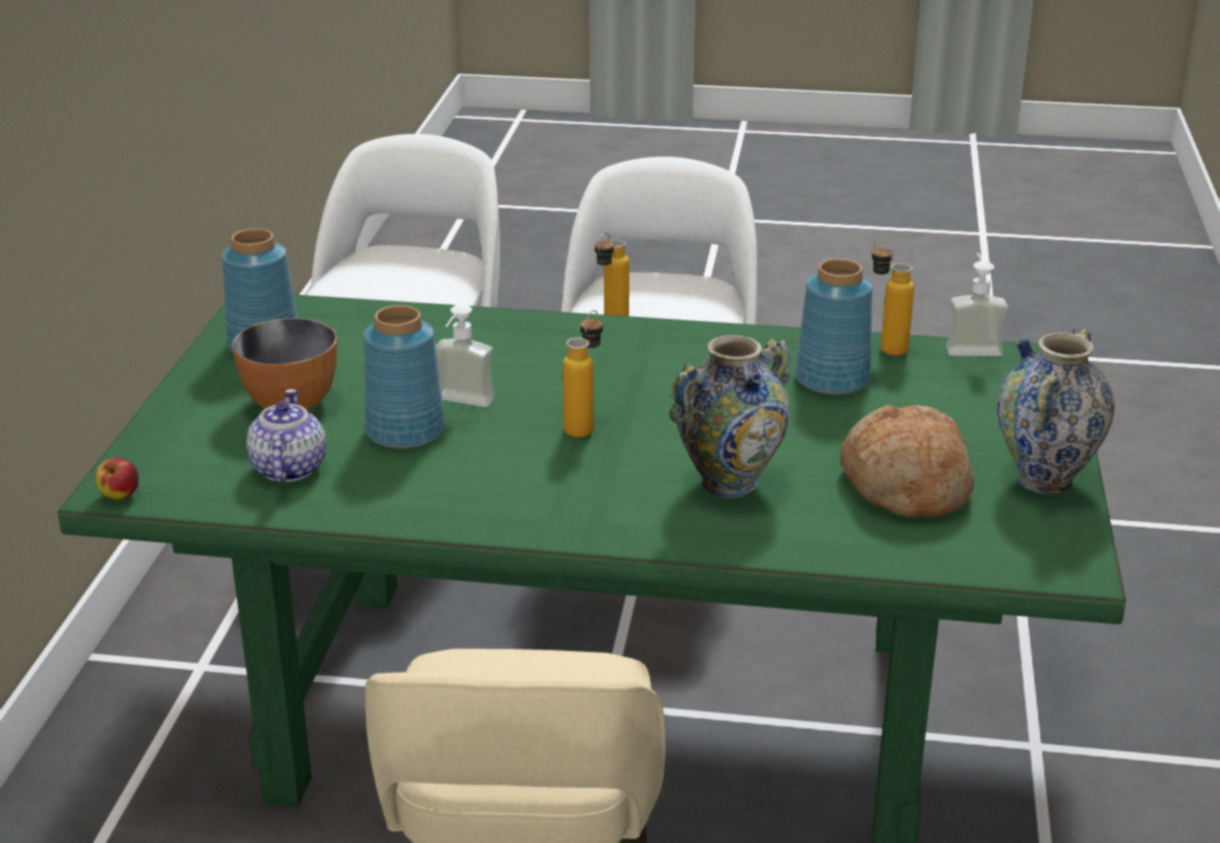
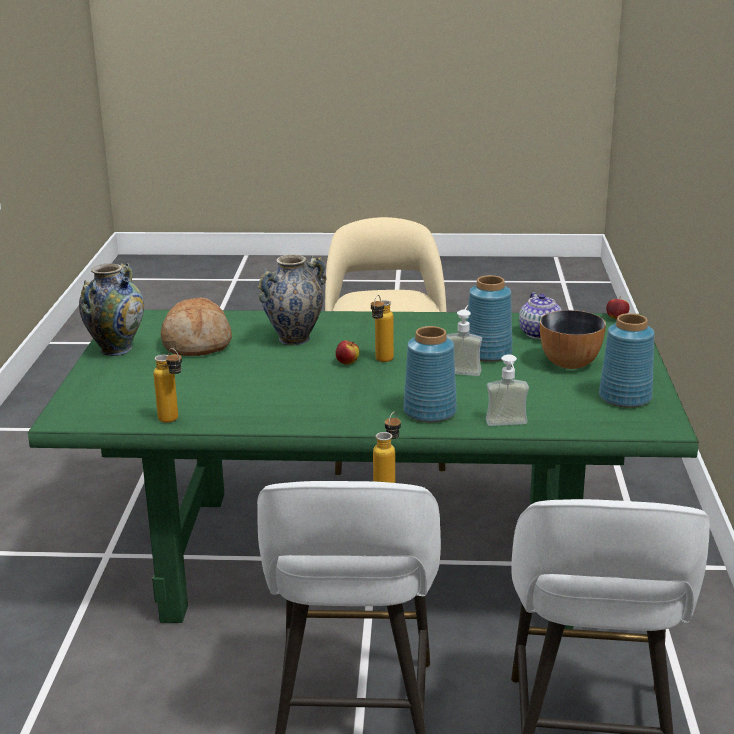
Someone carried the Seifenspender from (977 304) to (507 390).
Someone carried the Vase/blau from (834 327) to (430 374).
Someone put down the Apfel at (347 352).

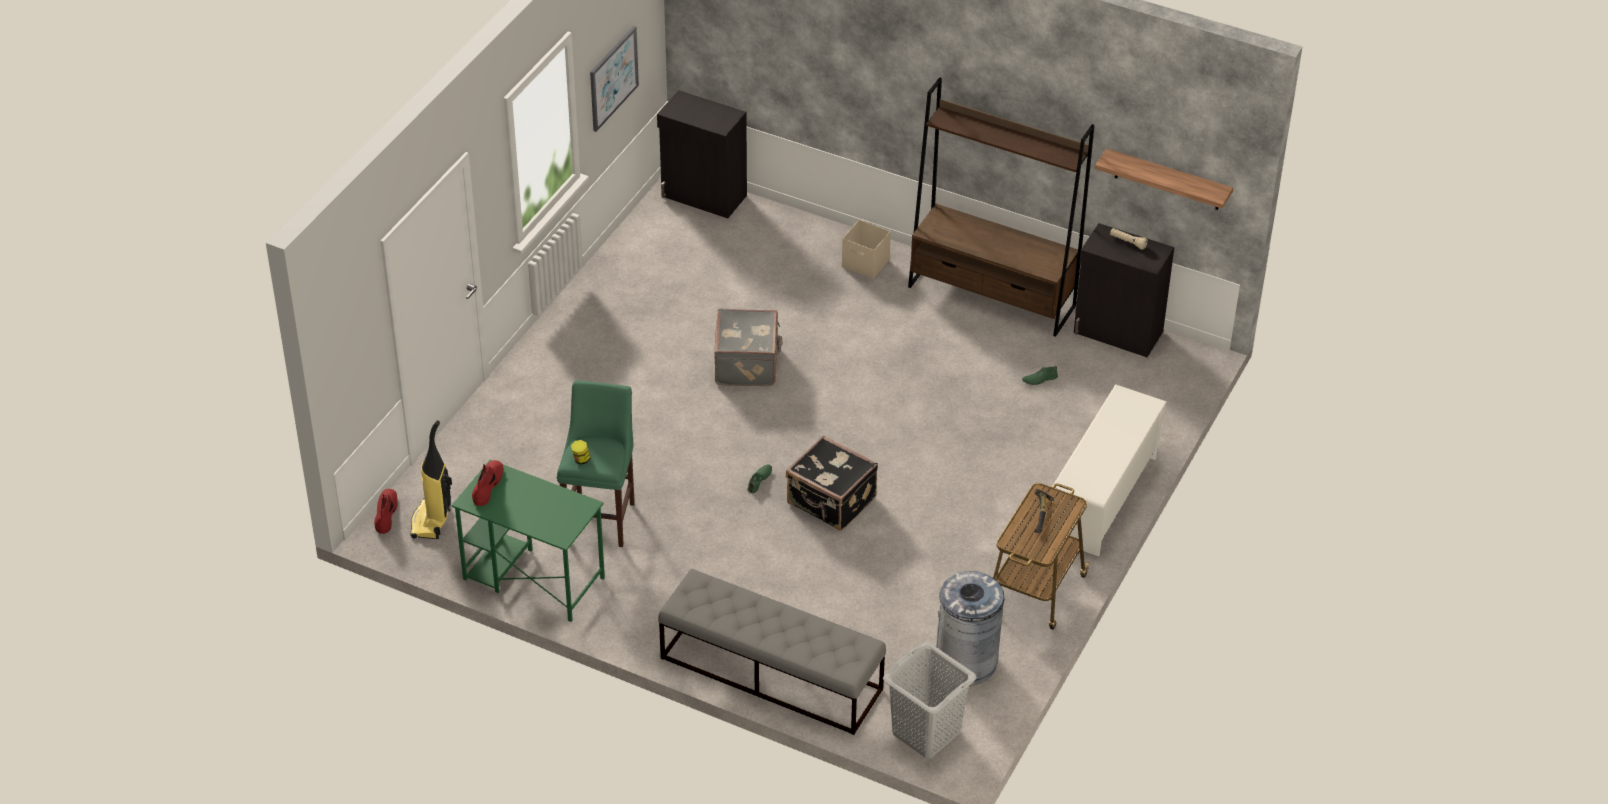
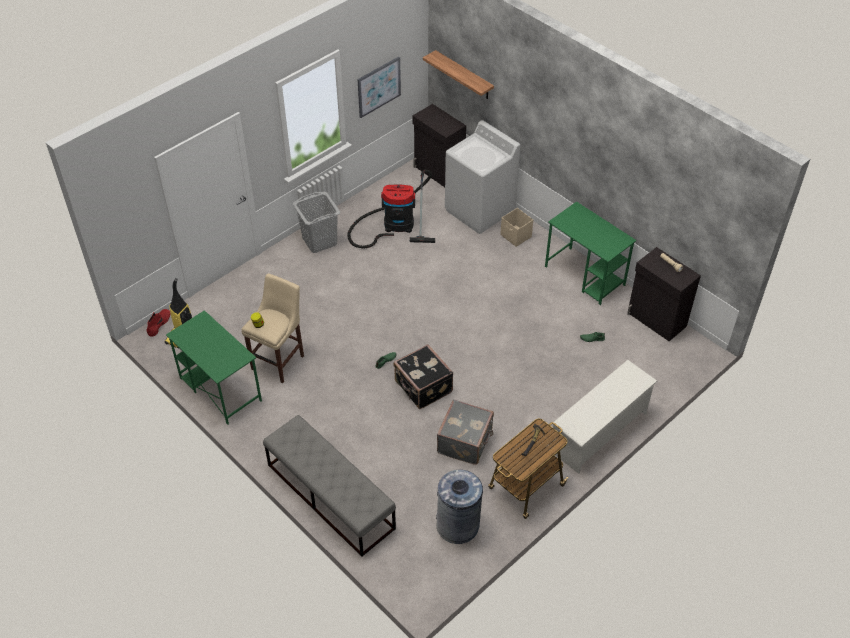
Someone swapped the Bücherregal/braun at (1001 207) for the Schreibtisch/grün at (590 253).
Someone carried the Wandregal from (1164 179) to (458 74).
Someone carried the Koffer/grau from (748 347) to (465 432).
Someone repainted the Hocker/grün at (596 463), which became the Hocker/beige at (273 328).
Someone took away the Stiefel/rot at (487 483).
Someone carried the Wäschekorb/grau from (930 700) to (316 222).
Someone put down the Waschmaschine/weiß at (482 177).
Someone put down the Staubsauger at (391 209).

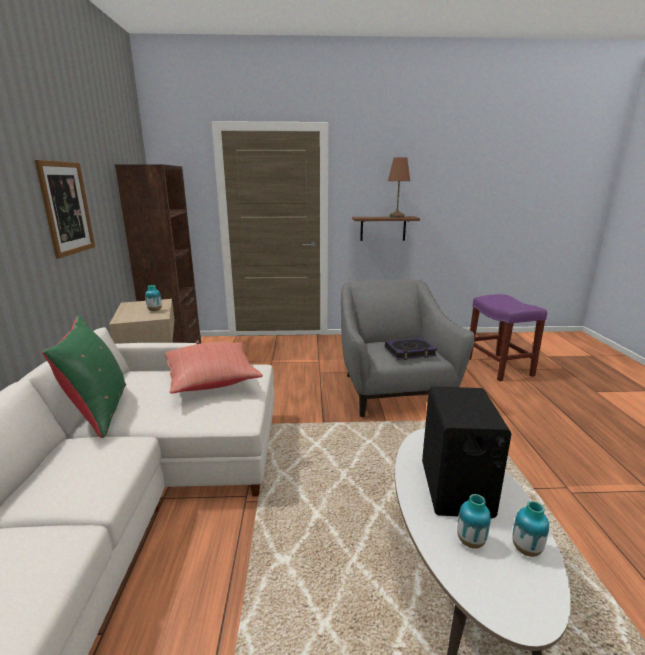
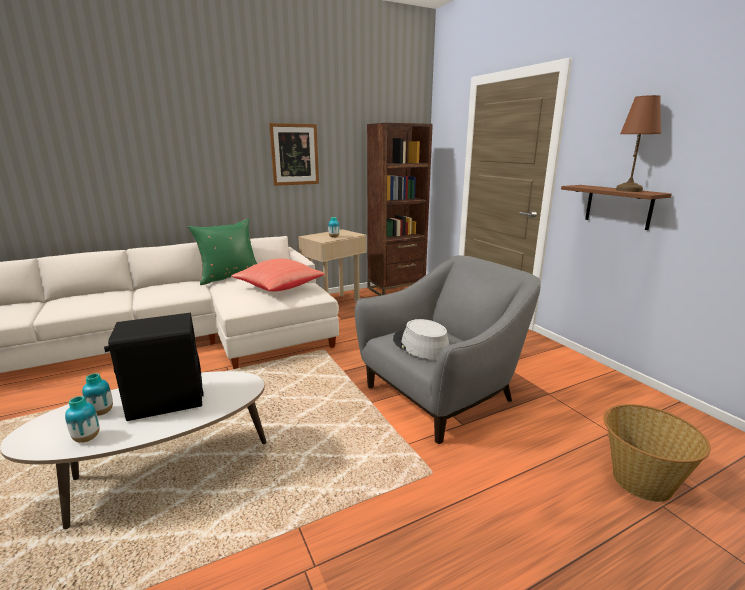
Someone swapped the Hocker/lila at (508 337) for the Korb at (657 453).
Someone swapped the Buch at (411 348) for the Hut/grau at (421 339).

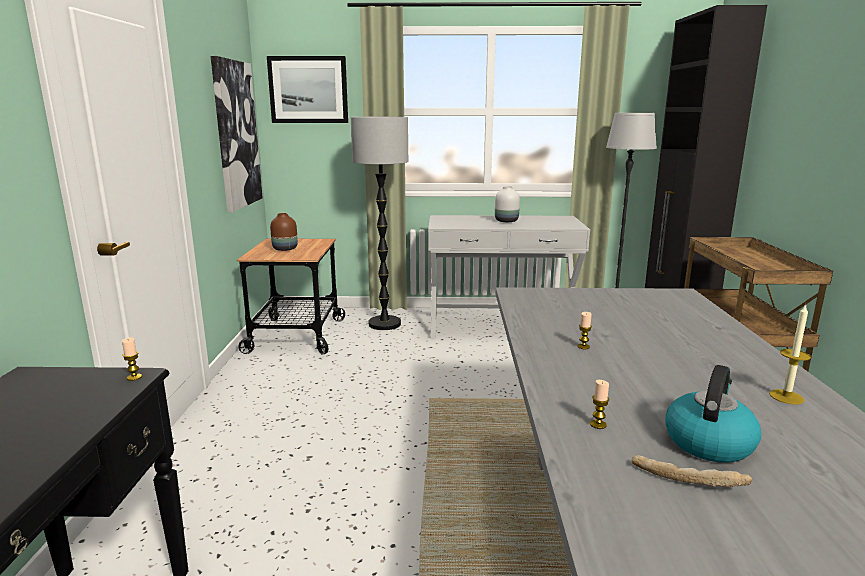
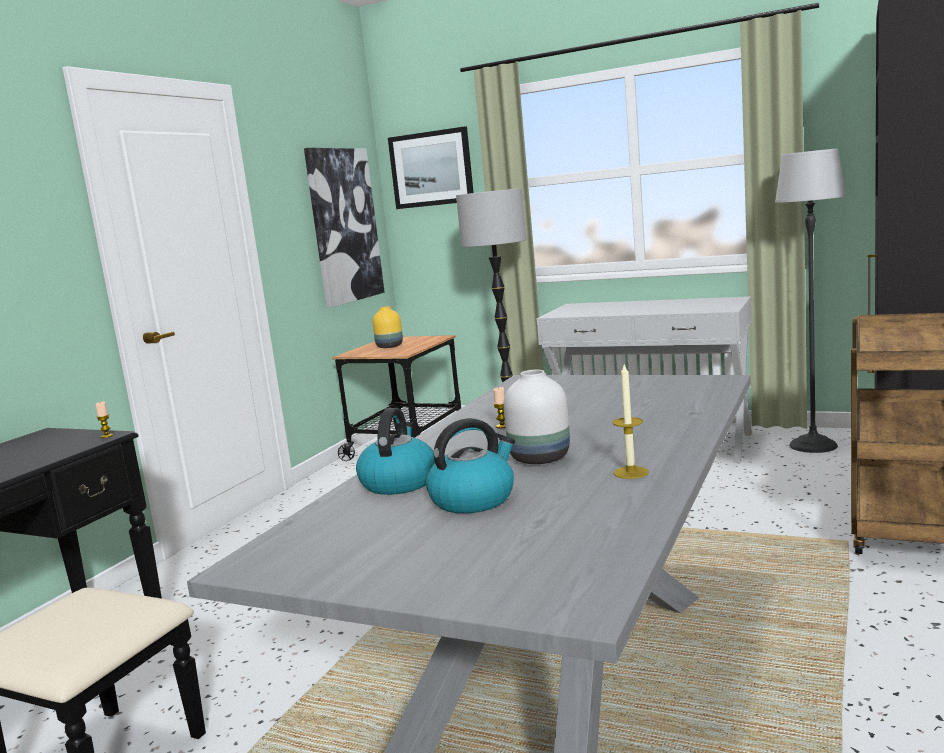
Someone carried the Vase/weiß from (507 204) to (537 417).
Someone repainted the Vase/braun at (284 232), which became the Vase/gelb at (388 327).
Someone swapped the Kerze at (599 404) for the Wasserkessel at (395 451).
Someone took away the Brot at (691 471).

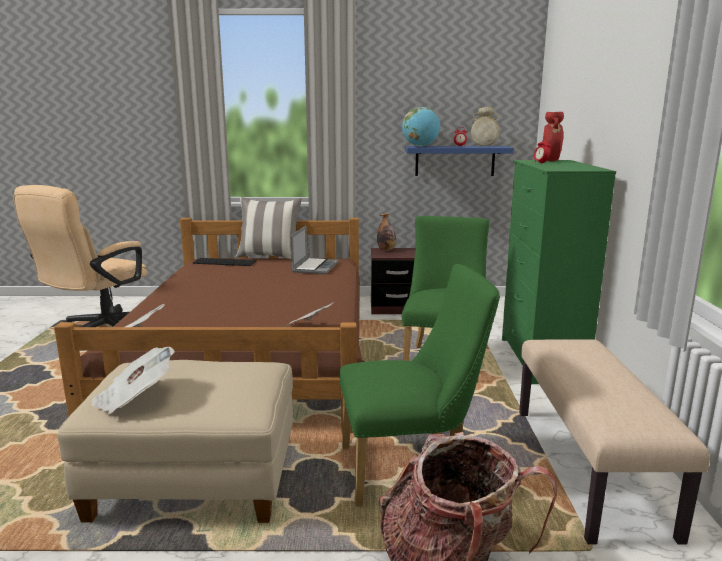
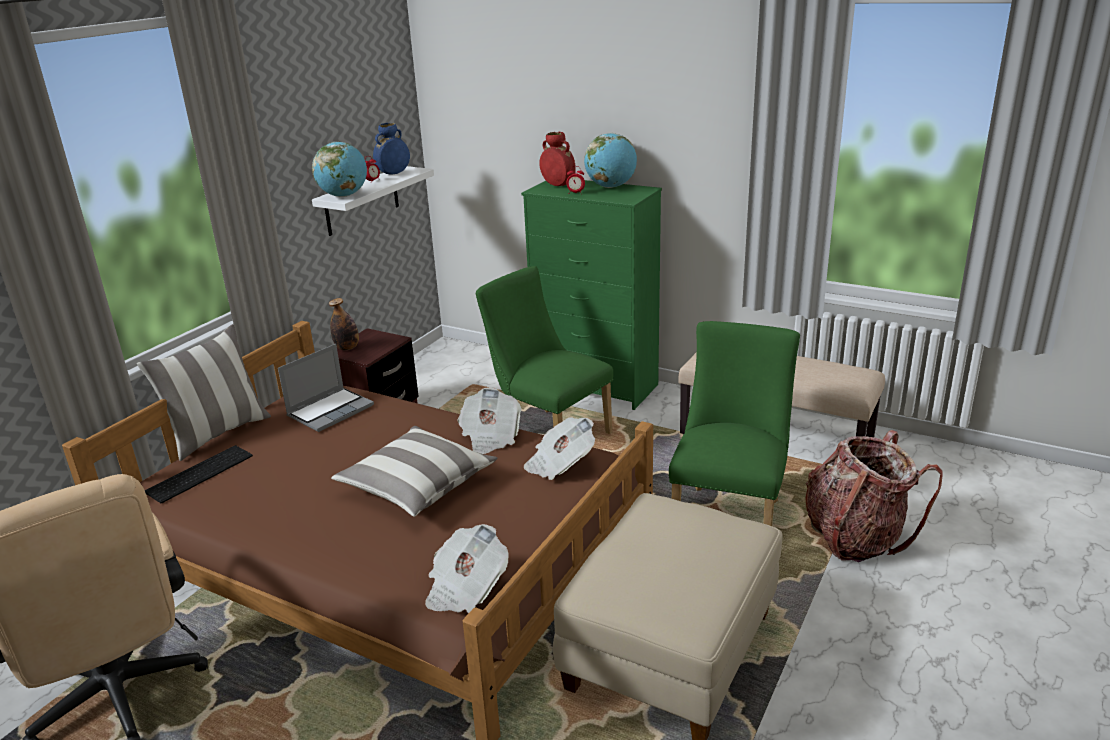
Someone repainted the Vase/beige at (485 126), which became the Vase/blau at (391 148).
Someone repainted the Wandregal/blau at (459 161), which became the Wandregal/weiß at (373 201).
Someone rotated the Laptop at (315 250) by 90 degrees clockwise.
Someone carried the Zeitung from (132 380) to (489 420).
Someone put down the Globus at (610 160).
Someone put down the Kissen at (414 471).

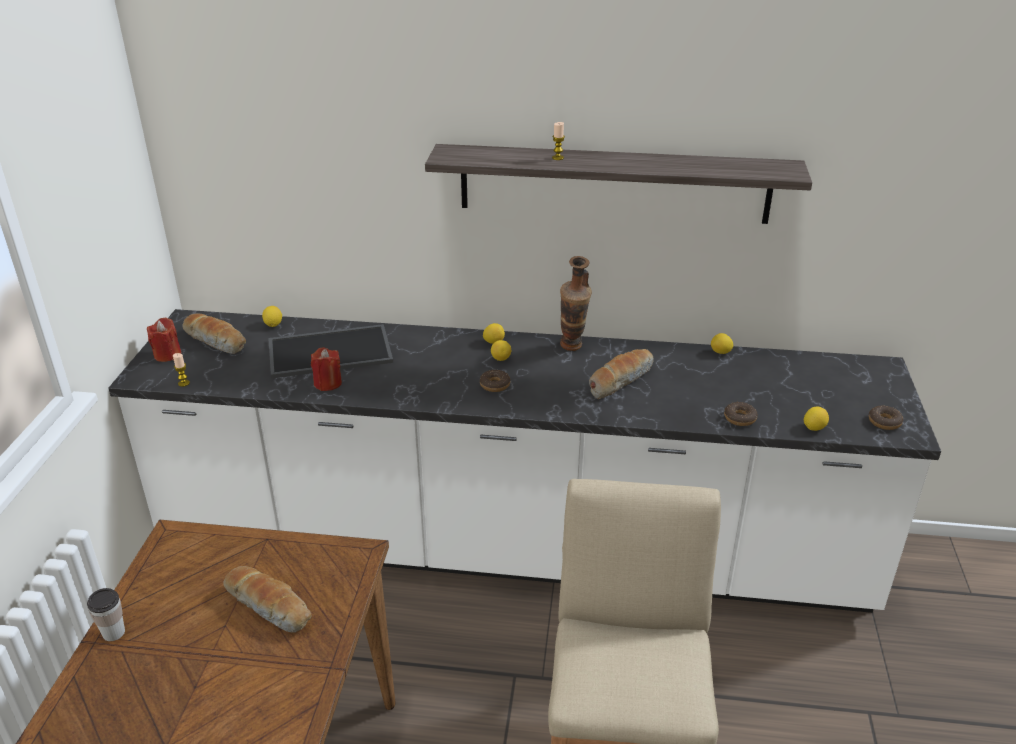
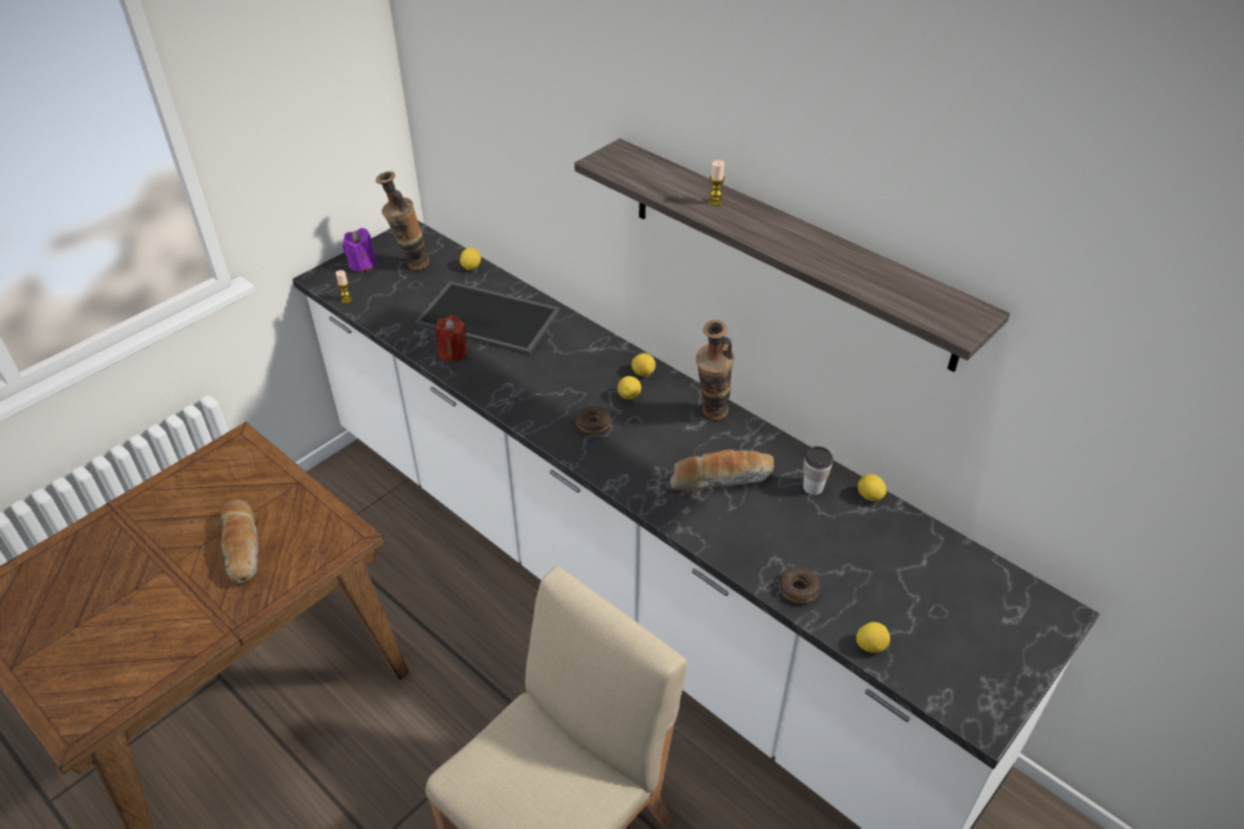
Someone swapped the Brot at (214 333) for the Vase at (402 220).
Someone repainted the Kerze/rot at (164 340), which became the Kerze/lila at (359 250).
Someone took away the Donut at (886 418).
Someone carried the Tasse from (106 614) to (818 470).

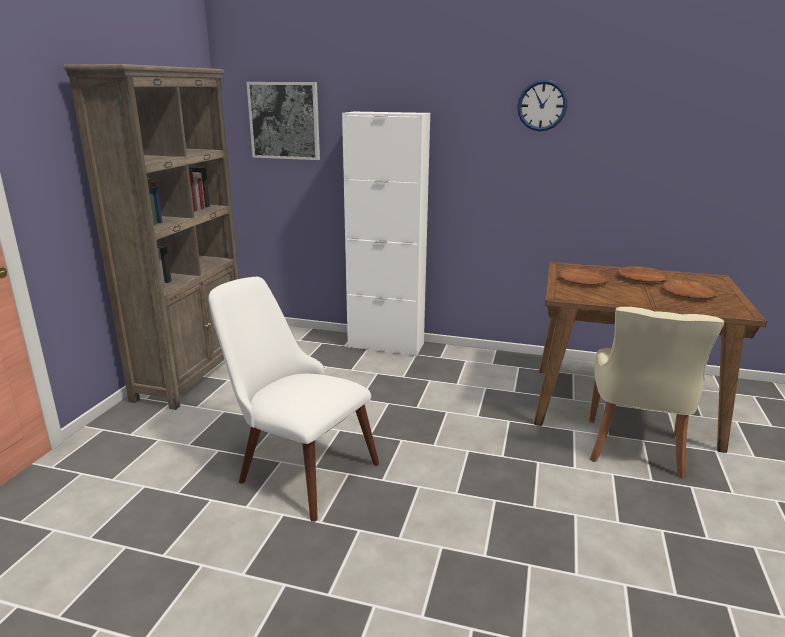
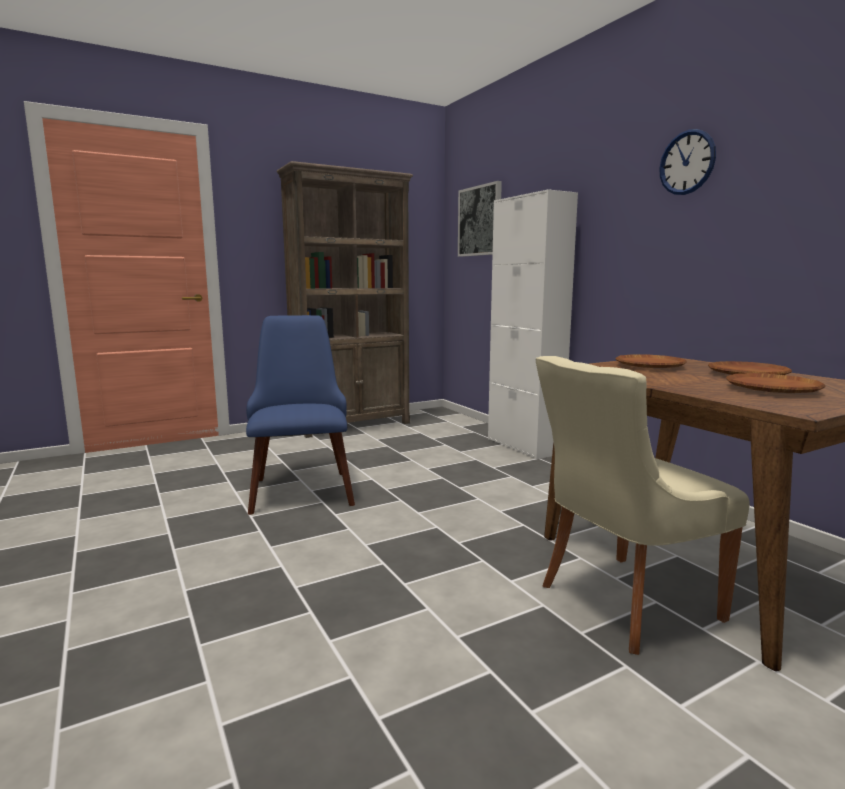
Someone repainted the Stuhl/weiß at (293 399), which became the Stuhl/blau at (300 415).

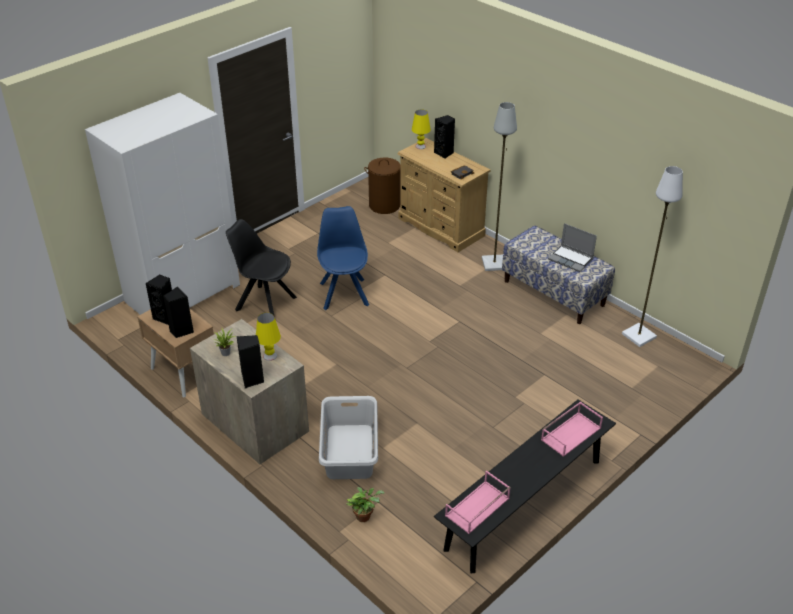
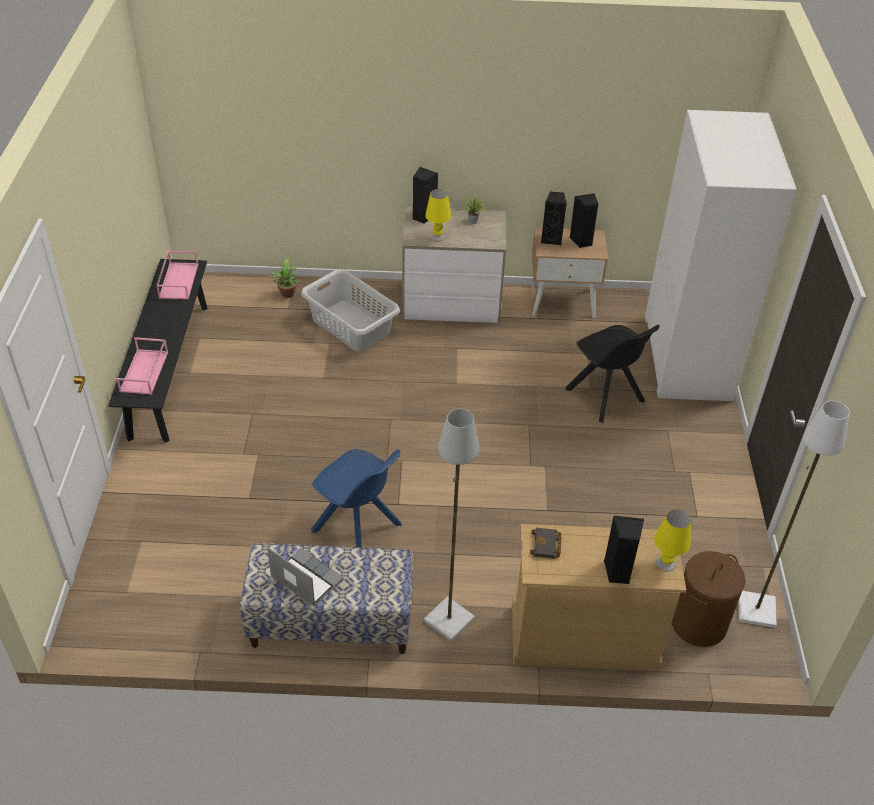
Someone carried the Stehlampe/weiß from (652 256) to (794 514).
Someone carried the Stuhl/blau from (343 258) to (356 498).
Someone rotated the Stuhl/schwarz at (261 268) by 75 degrees clockwise.
Someone rotated the Laptop at (572 247) by 45 degrees clockwise.

